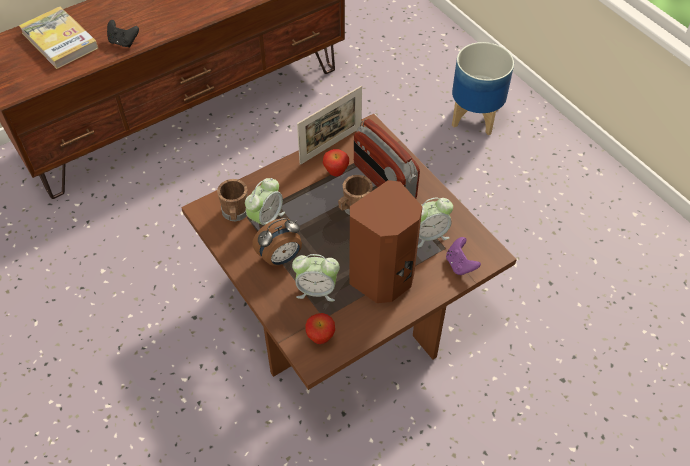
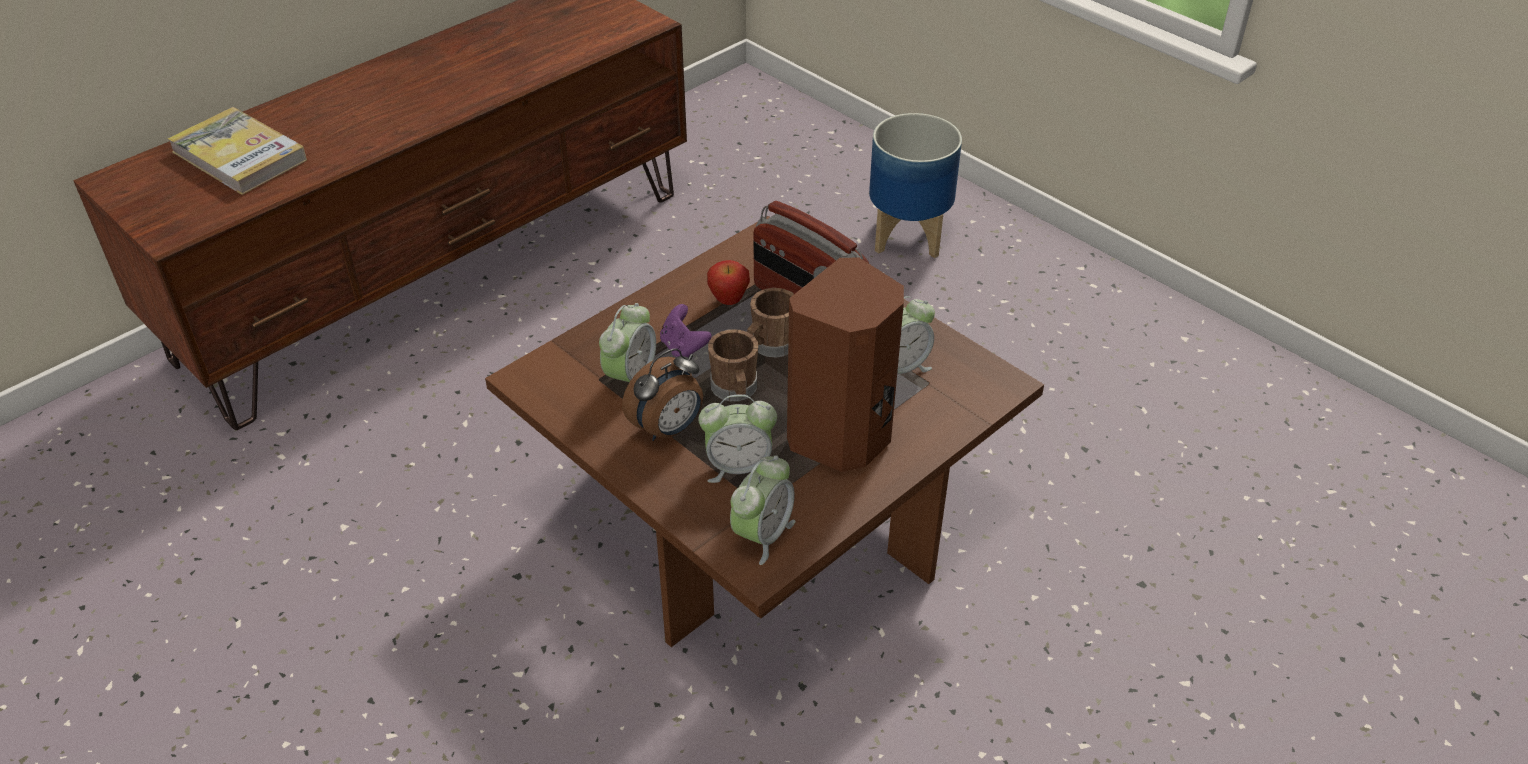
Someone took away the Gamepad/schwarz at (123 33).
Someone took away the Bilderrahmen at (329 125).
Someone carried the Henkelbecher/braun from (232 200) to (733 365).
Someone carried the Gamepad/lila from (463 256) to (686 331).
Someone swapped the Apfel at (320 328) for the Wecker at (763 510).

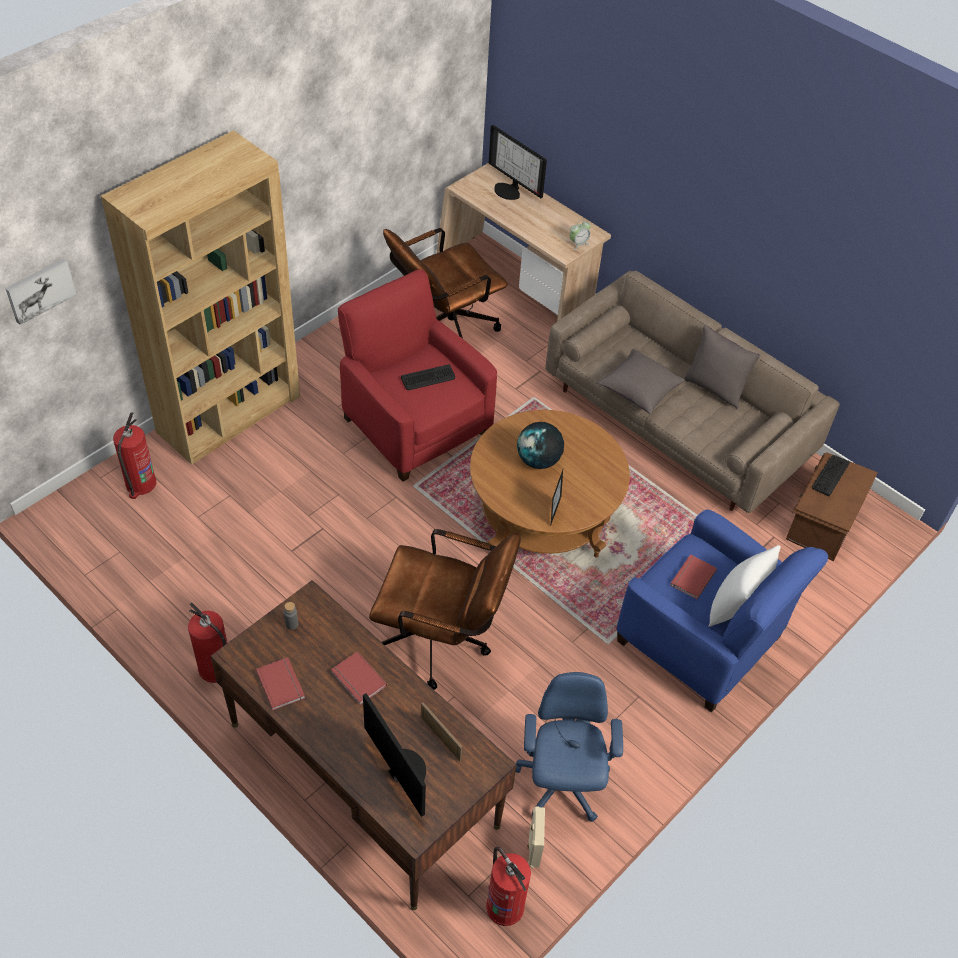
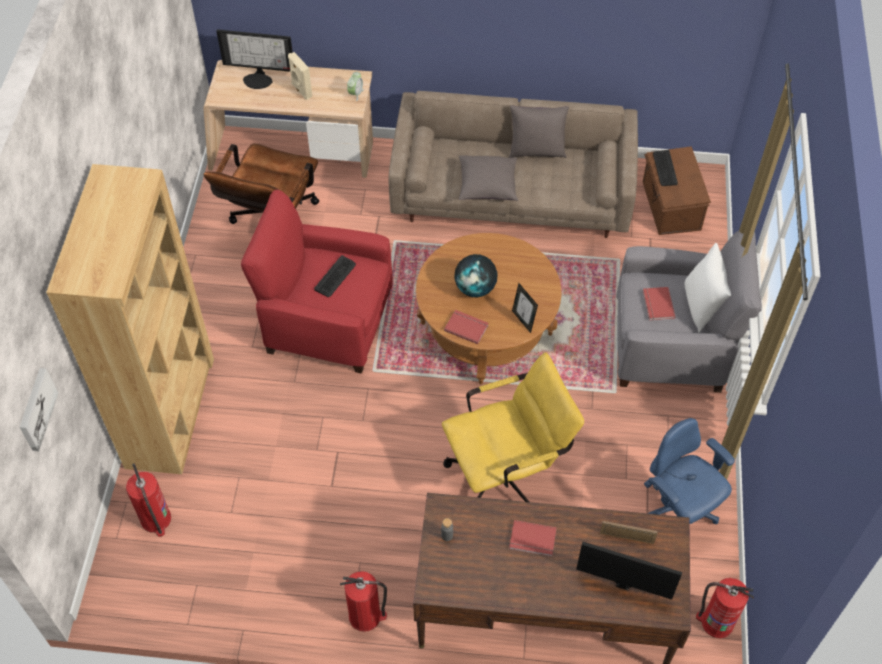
Someone repainted the Sessel/blau at (722 611), which became the Sessel/grau at (689 311).
Someone repainted the Bürostuhl/braun at (445 609), which became the Bürostuhl/gelb at (513 427).
Someone carried the Buch/rot from (280 683) to (466 327).
Someone carried the Lautsprecher/beige from (536 837) to (300 76).

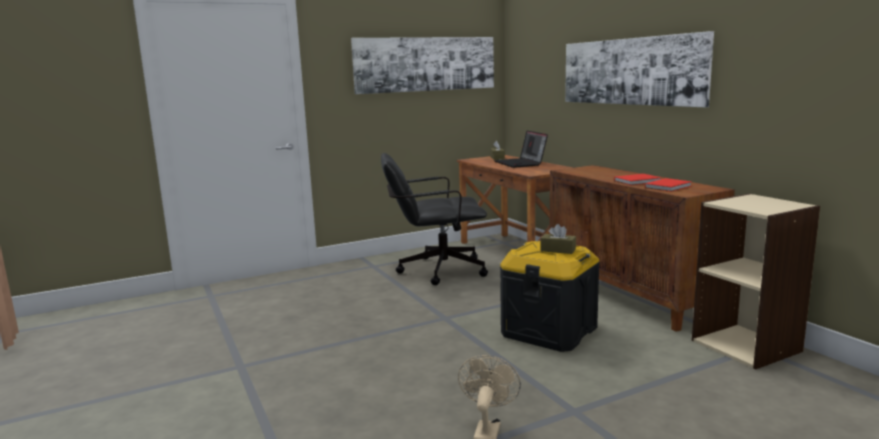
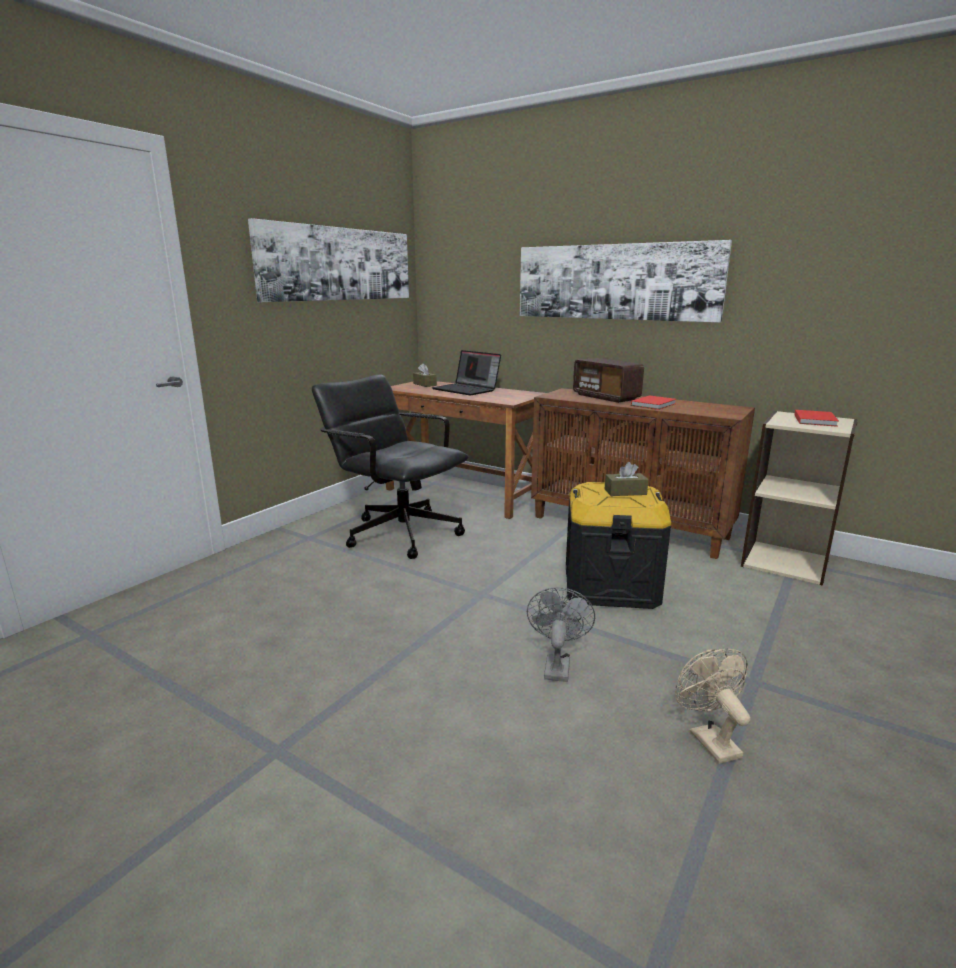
Someone rotated the Bürostuhl/schwarz at (434 219) by 75 degrees clockwise.
Someone carried the Buch/rot from (668 185) to (816 418).
Someone put down the Radio at (608 380).
Someone put down the Ventilator/grau at (561 634).

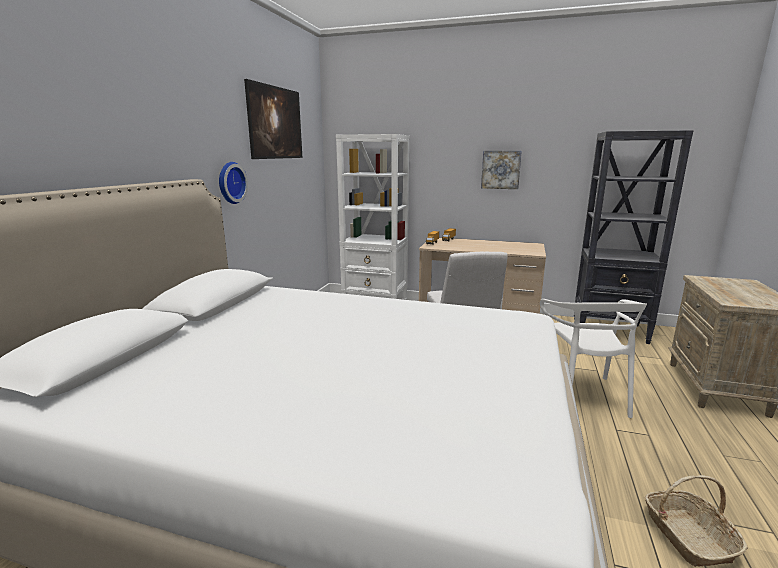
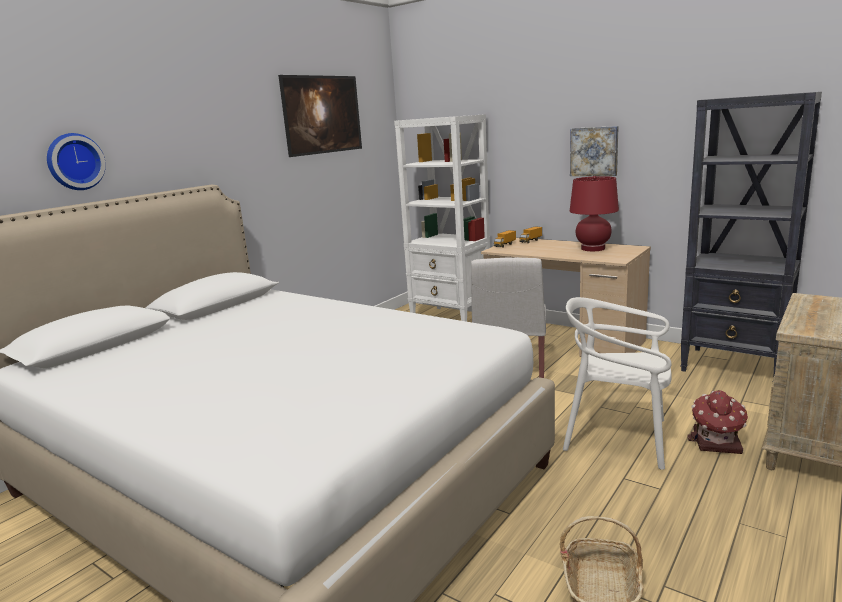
Someone carried the Wanduhr from (233 183) to (76 161).
Someone rotated the Stuhl/weiß at (593 358) by 90 degrees clockwise.
Someone put down the Tischlampe/rot at (594 213).
Someone put down the Spielzeughaus at (717 422).

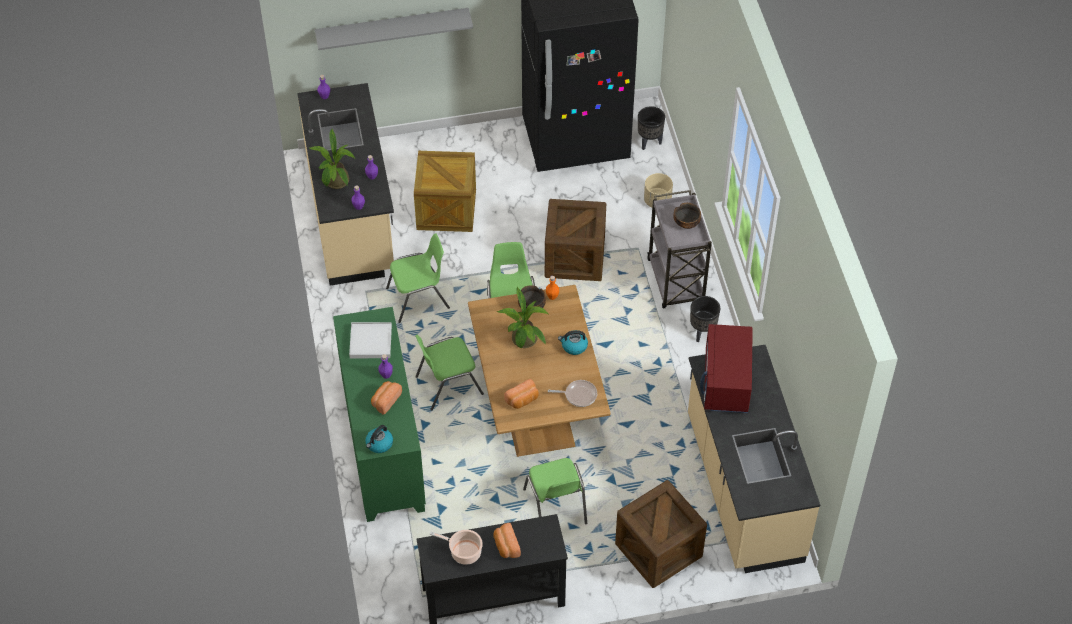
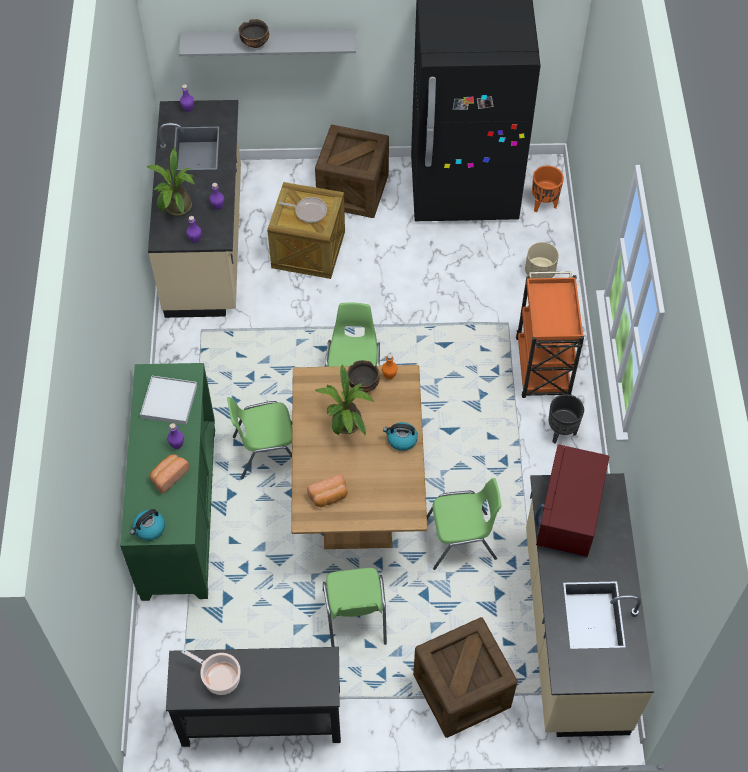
Someone repainted the Pflanzkübel/schwarz at (651 128), which became the Pflanzkübel/orange at (548 189).
Someone repainted the Rollwagen/grau at (679 249), which became the Rollwagen/orange at (550 334).
Someone carried the Kiste from (575 240) to (352 171).
Someone carried the Schüssel from (687 216) to (254 33).
Someone carried the Stuhl/grün from (418 278) to (464 524).
Someone carried the Pfanne from (572 393) to (303 210).
Someone took away the Brot at (507 540).

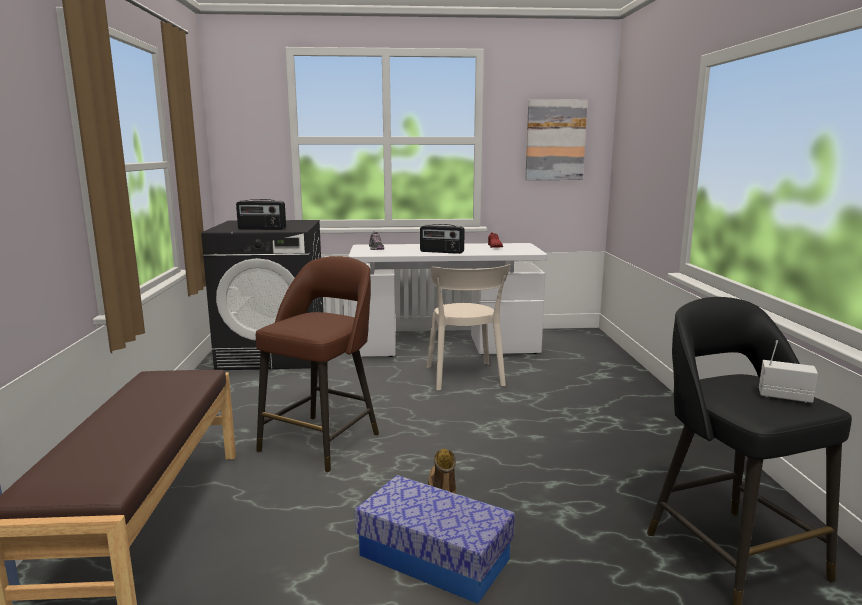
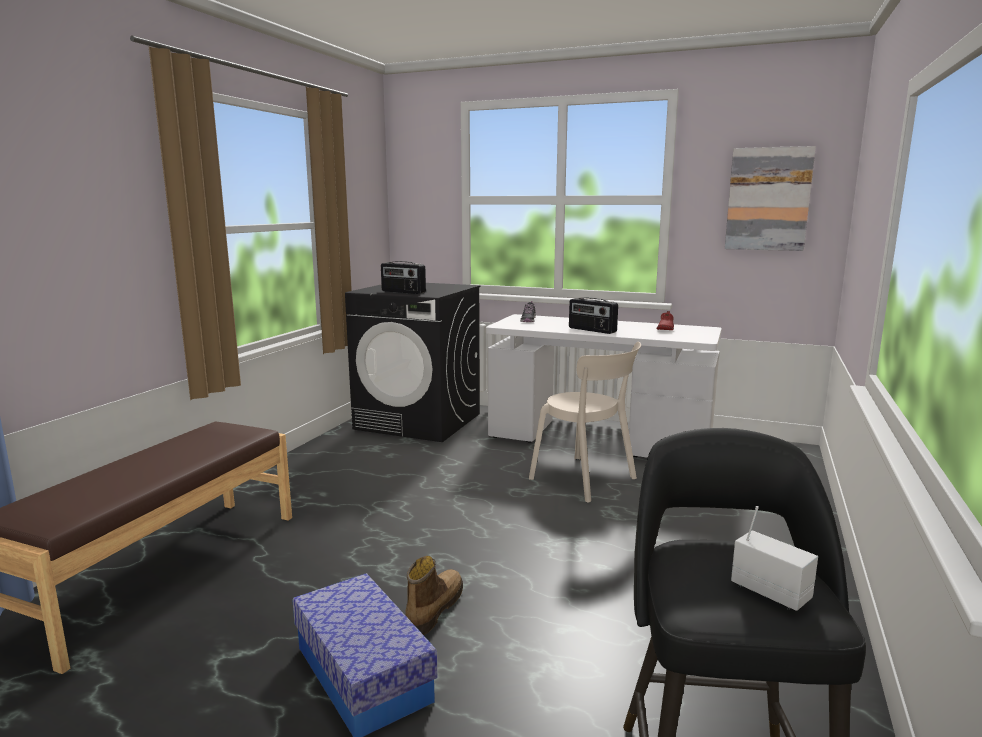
Someone took away the Hocker/braun at (317 364).
Someone rotated the Stuhl/beige at (468 327) by 60 degrees counterclockwise.

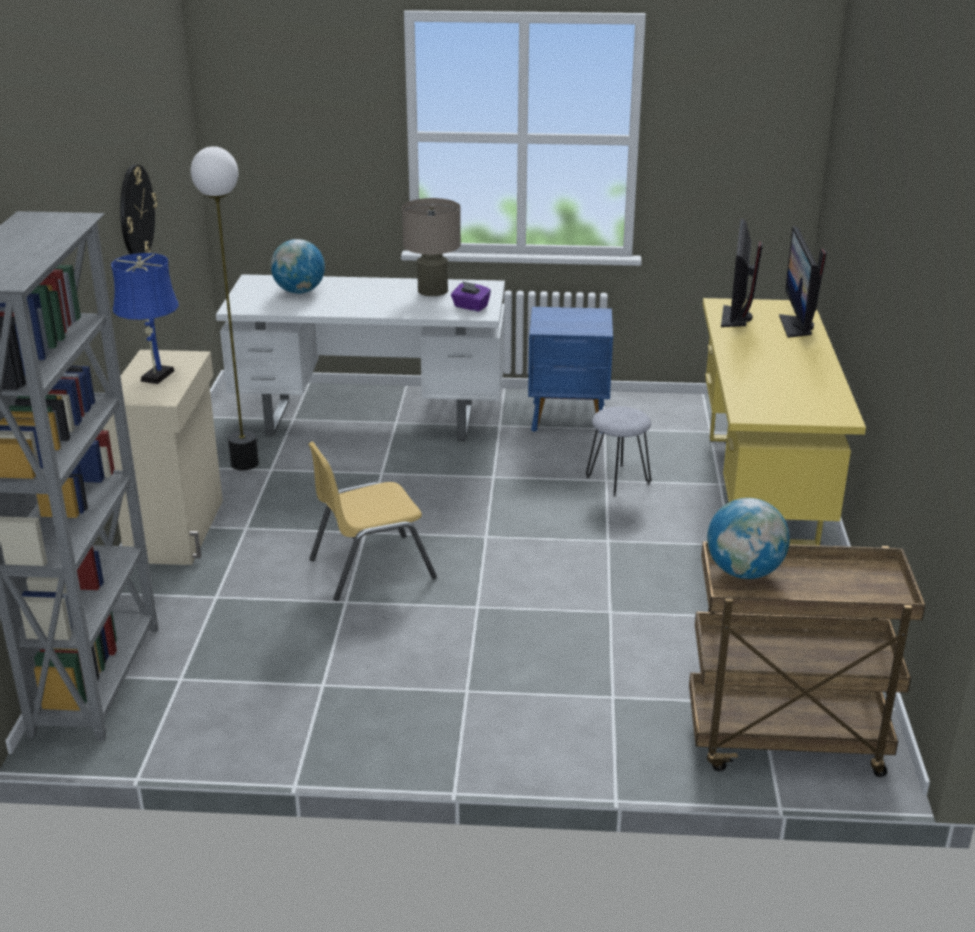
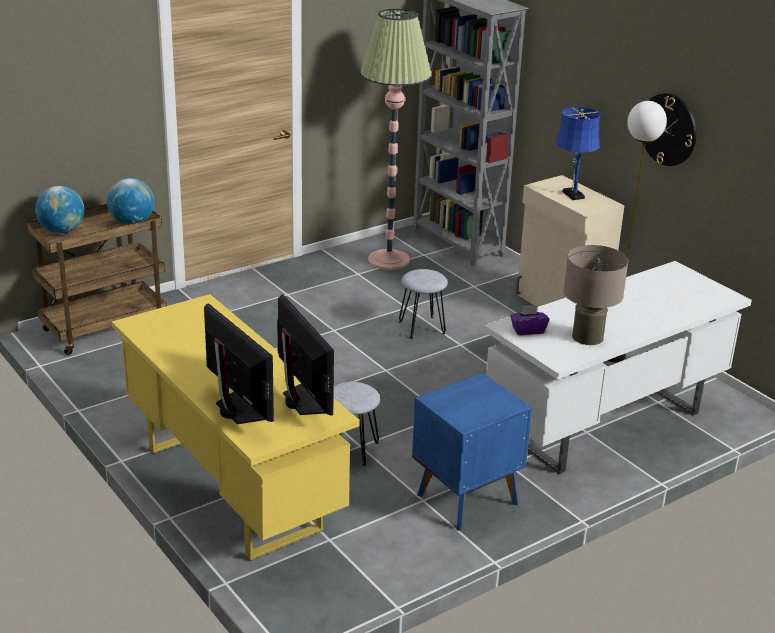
Someone carried the Globus from (298 266) to (59 210).
Someone swapped the Stuhl/gelb at (372 521) for the Hocker/grau at (423 304).
Someone put down the Stehlampe at (395 139).

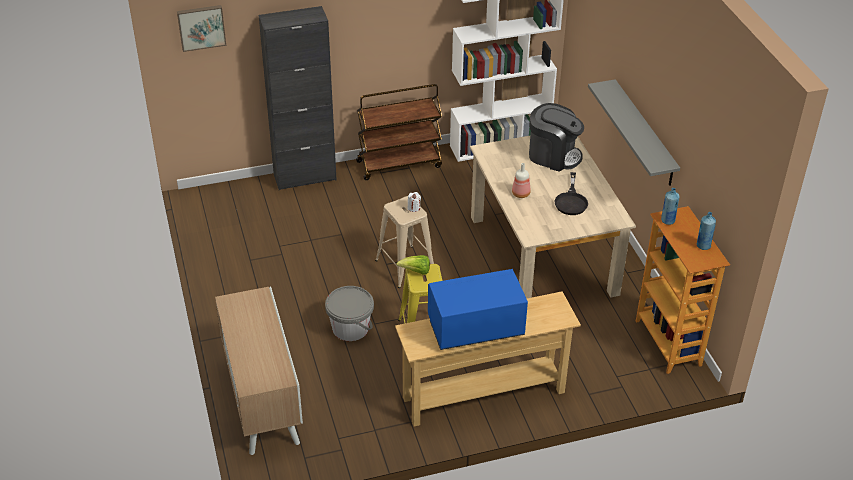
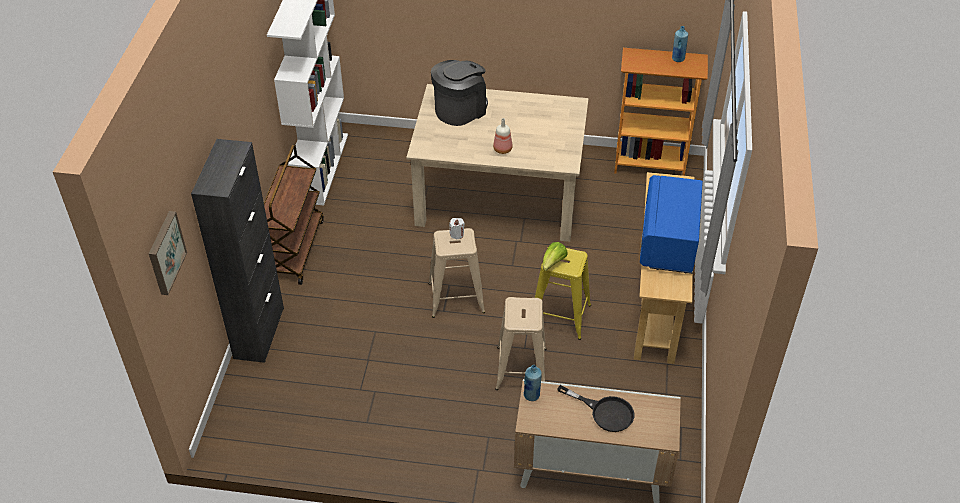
Someone took away the Wandregal/grau at (634 132).
Someone carried the Pfanne/schwarz from (571 193) to (595 408).
Someone carried the Flasche/blau from (670 206) to (533 383).
Someone swapped the Eimer/grau at (349 313) for the Hocker/beige at (520 343).

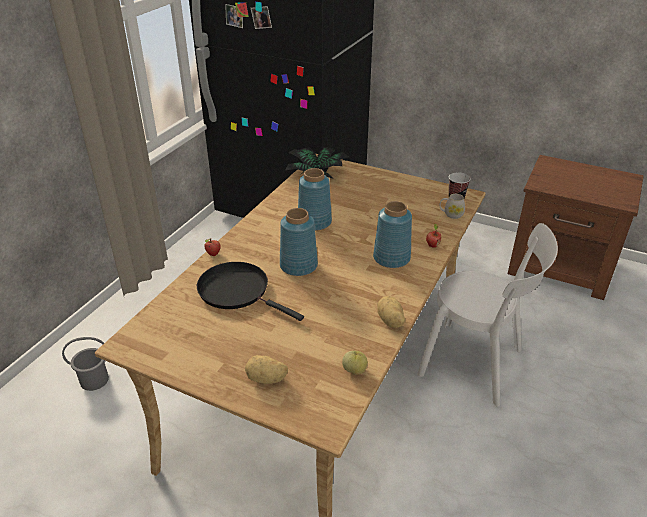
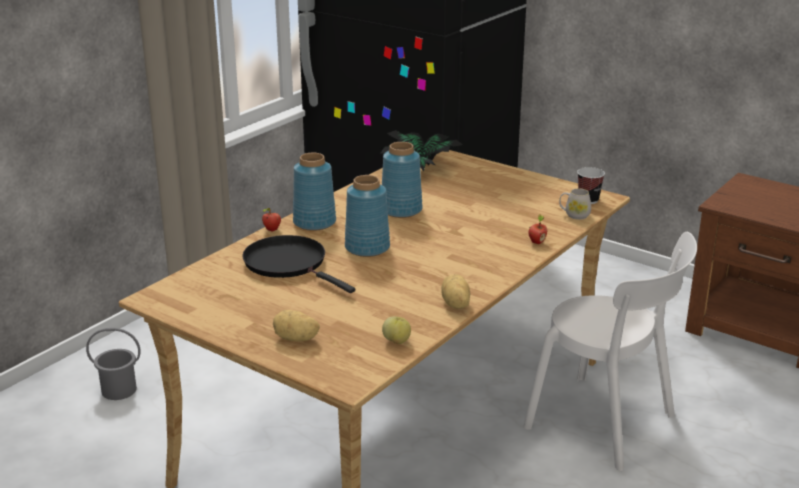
Someone carried the Vase/blau from (392 234) to (314 192).

